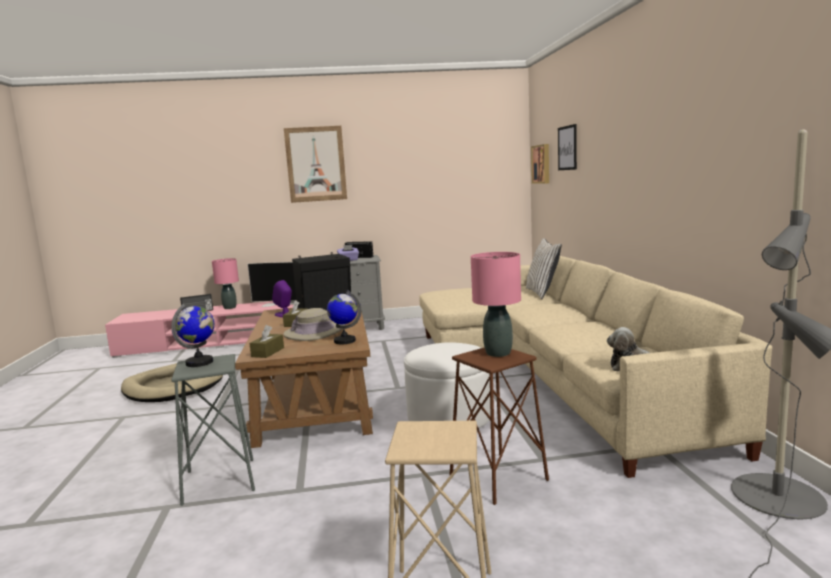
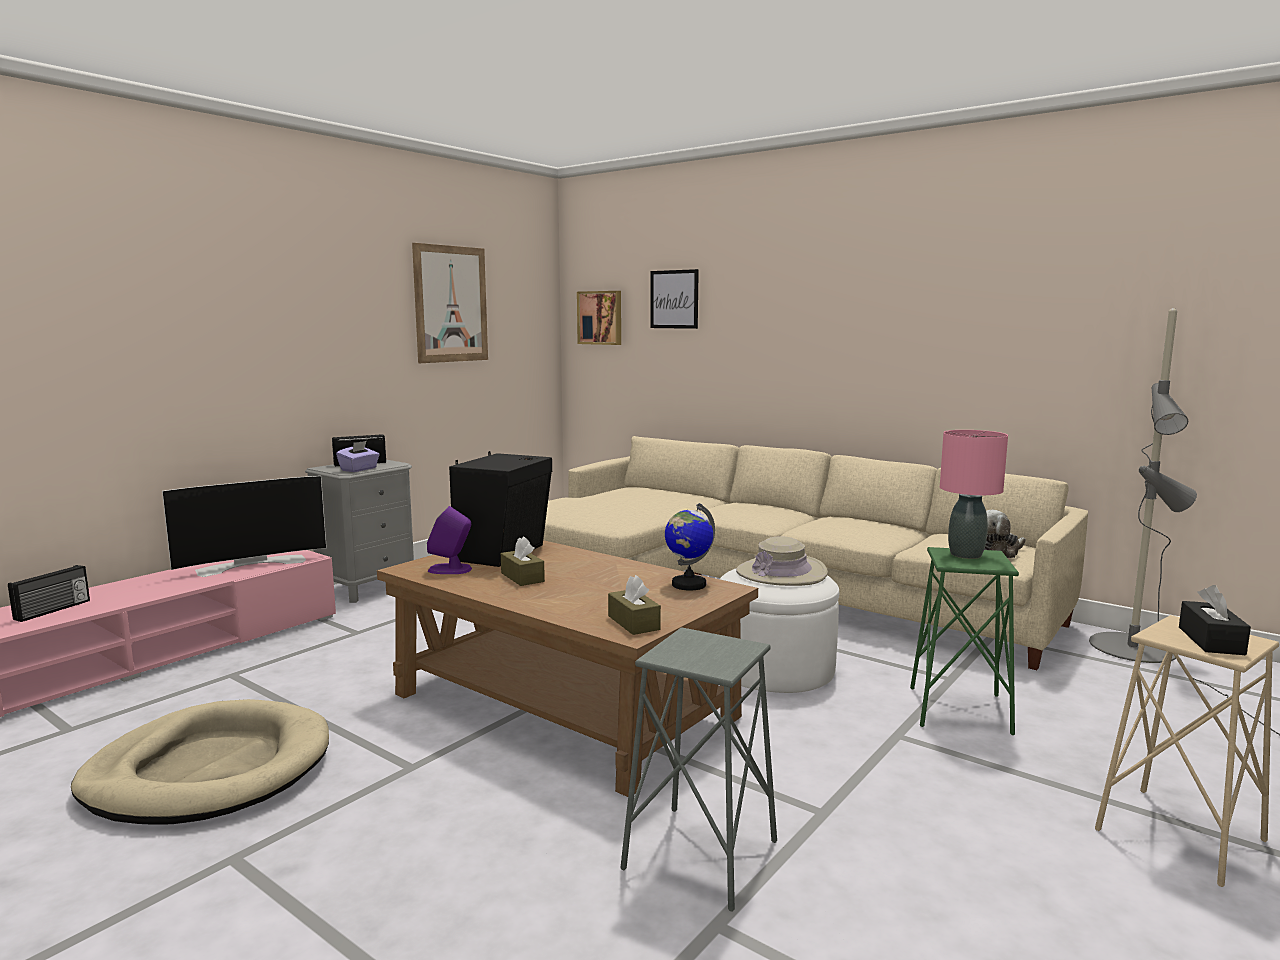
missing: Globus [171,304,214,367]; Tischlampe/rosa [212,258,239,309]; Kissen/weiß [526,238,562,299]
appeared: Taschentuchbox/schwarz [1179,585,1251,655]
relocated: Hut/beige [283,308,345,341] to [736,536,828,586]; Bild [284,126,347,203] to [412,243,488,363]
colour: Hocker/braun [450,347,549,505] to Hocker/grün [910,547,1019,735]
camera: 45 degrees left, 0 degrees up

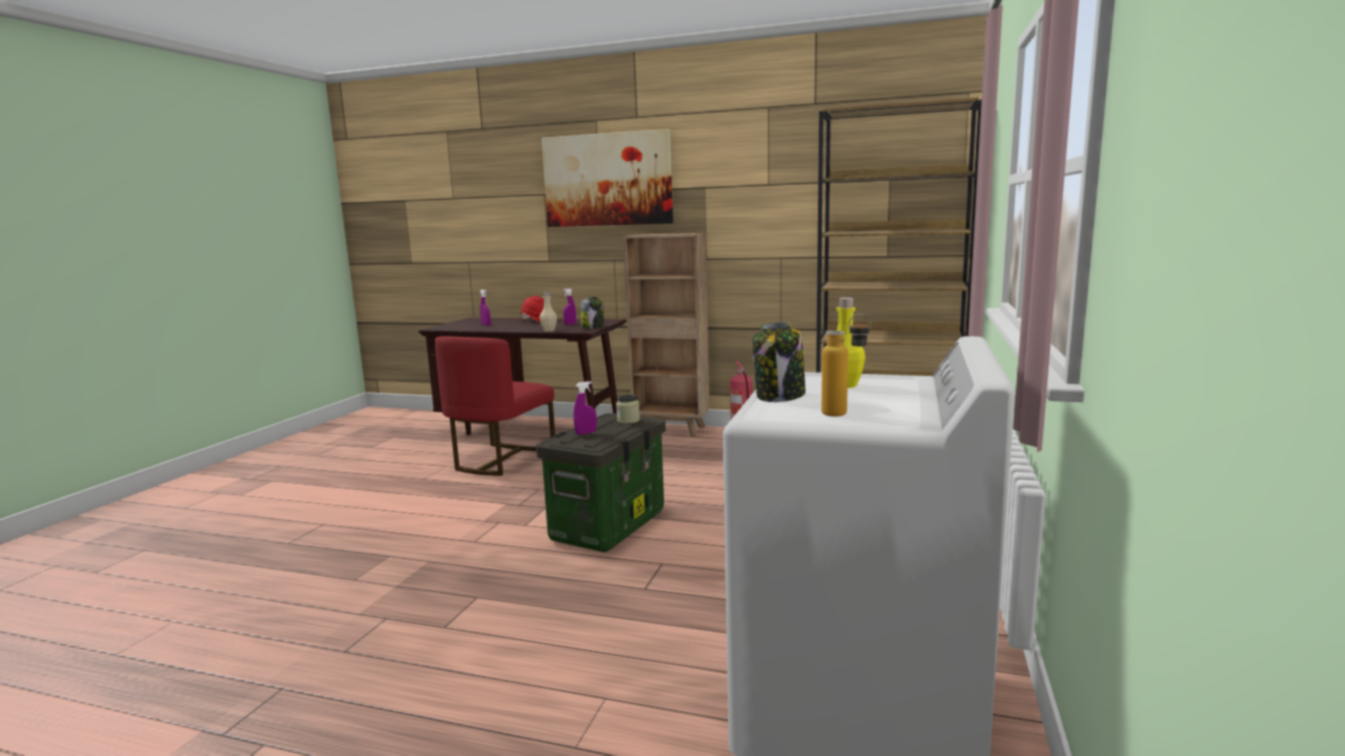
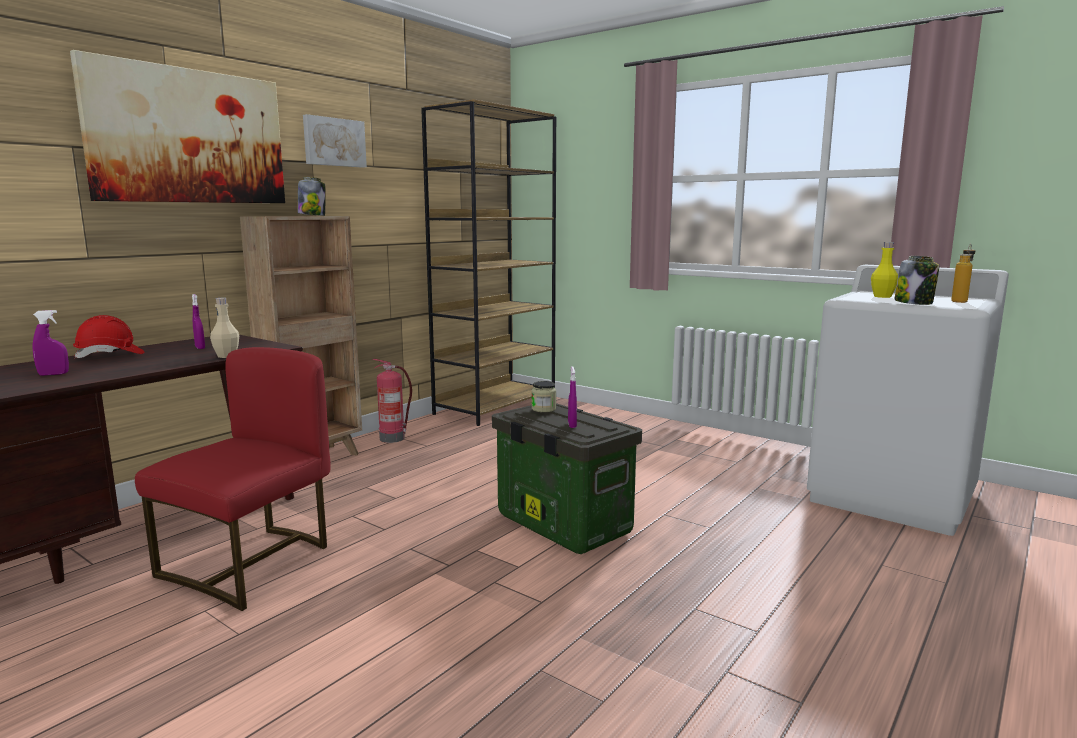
appeared: Bild [303,114,367,168]
relocated: Vorratsglas [581,297,604,329] to [298,177,326,216]
spun: Stuhl/rot [435,336,555,476] = [135,347,331,611] 105 degrees counterclockwise
camera: 70 degrees left, 0 degrees up

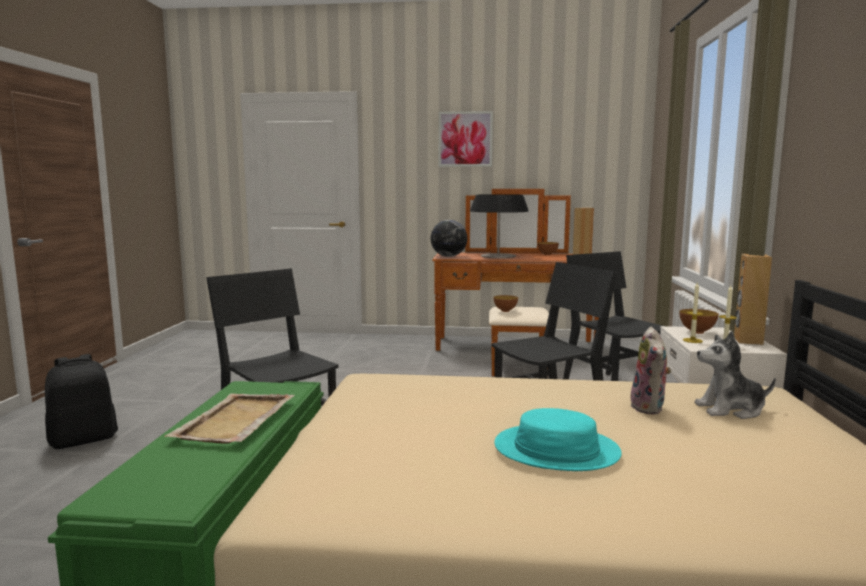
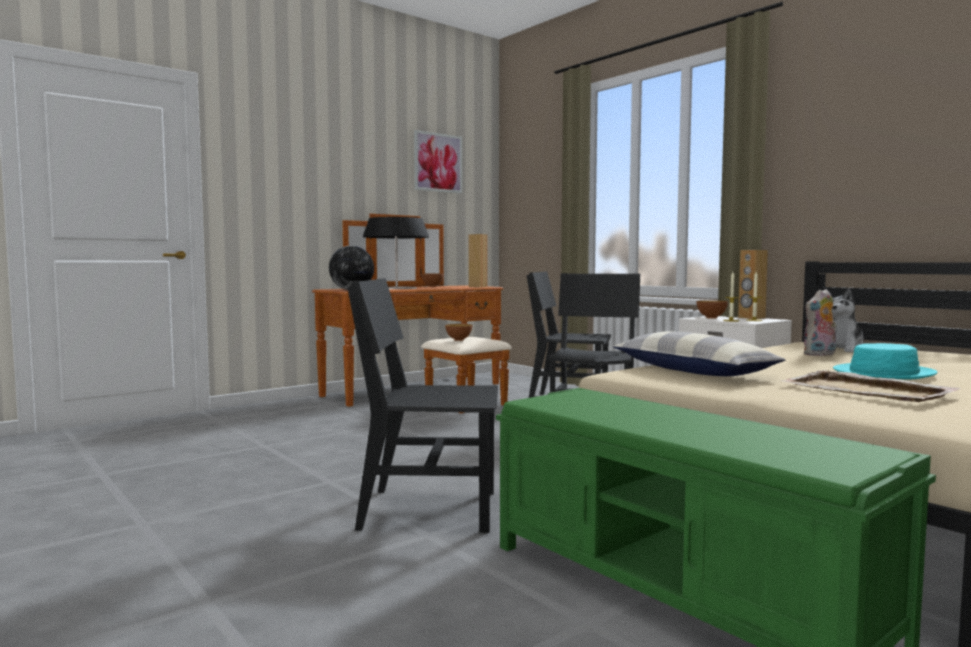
missing: Rucksack/schwarz [45,354,118,449]
appeared: Kissen [613,331,786,376]
relocated: Tablett/beige [164,393,295,444] to [780,370,961,402]; Bild [439,111,493,167] to [414,130,462,193]
spun: Plüschtier [631,327,671,414] = [804,289,837,356] 105 degrees clockwise
camera: 45 degrees left, 5 degrees down

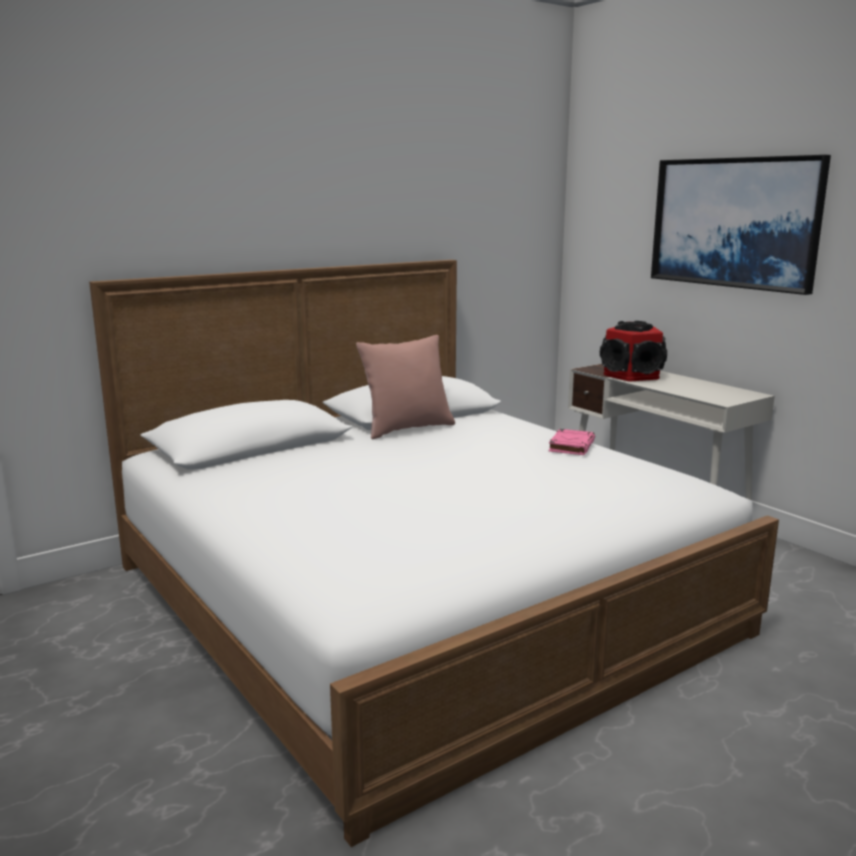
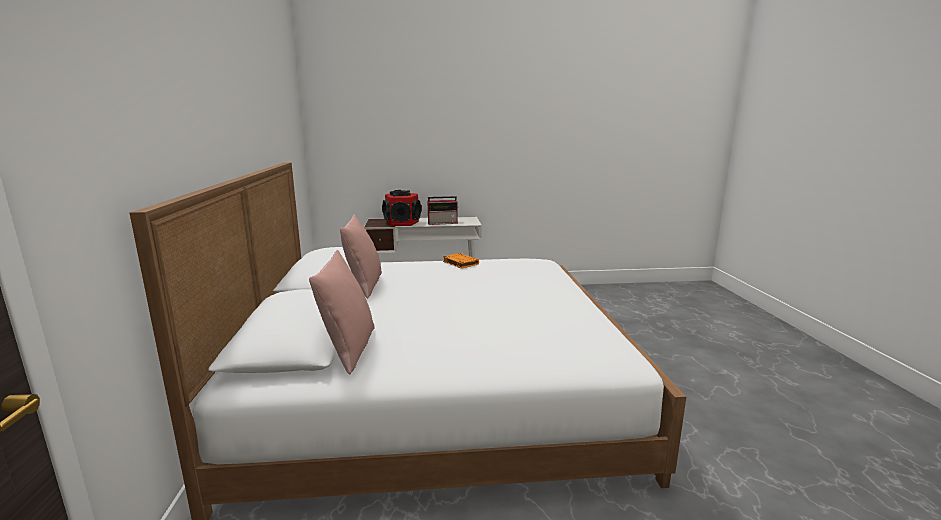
missing: Bild [651,155,831,295]
appeared: Kissen/rosa [309,250,375,374]; Radio [428,196,458,225]
colour: Buch/rosa [549,429,595,455] to Buch/orange [443,253,479,269]
camera: 60 degrees left, 0 degrees up

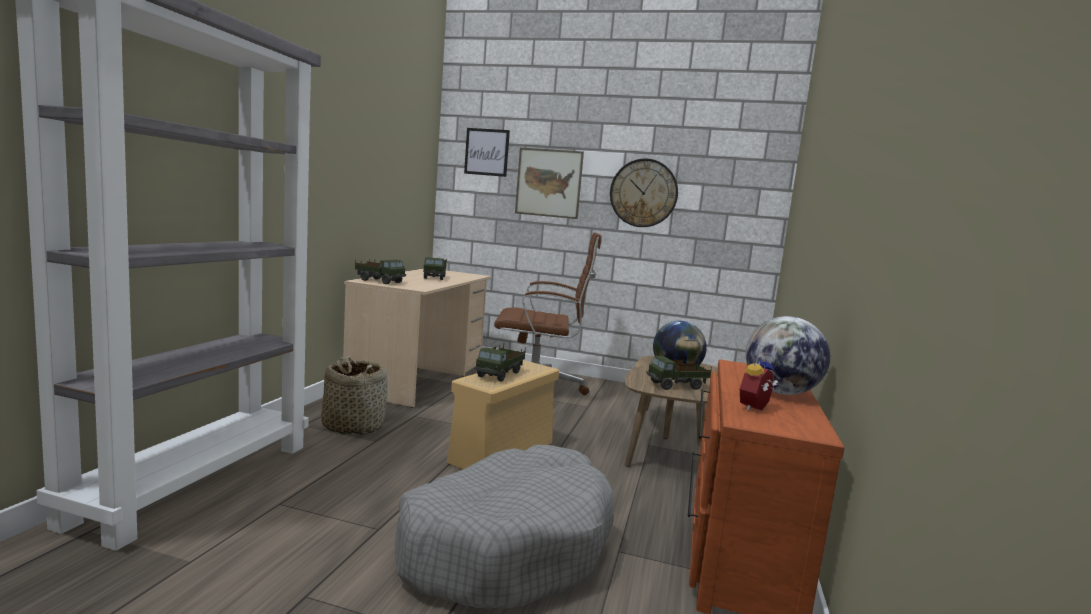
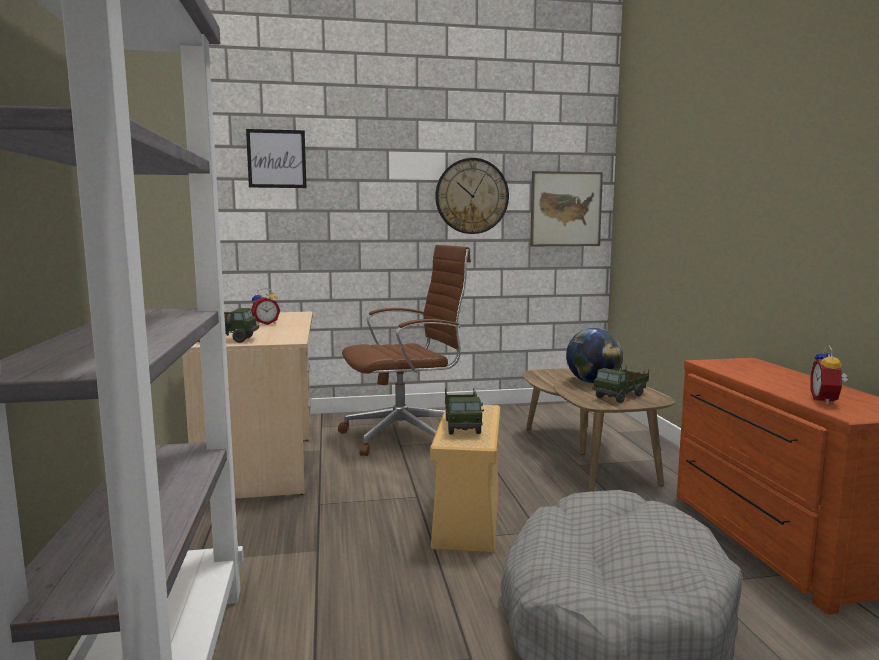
missing: Korb [321,355,388,435]; Globus [746,316,830,395]
relocated: Bild [515,148,584,219] to [530,171,603,246]
exchanged: Spielzeuglaster [423,257,447,280] to Wecker [251,288,280,325]
camera: 25 degrees left, 0 degrees up

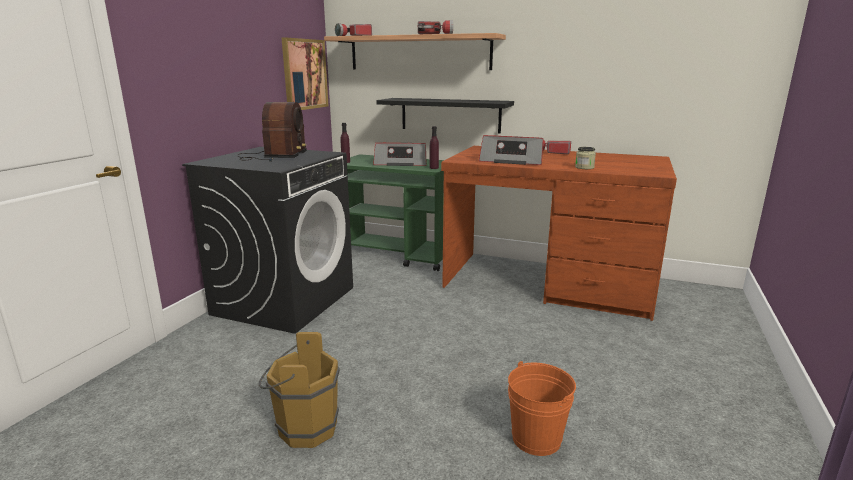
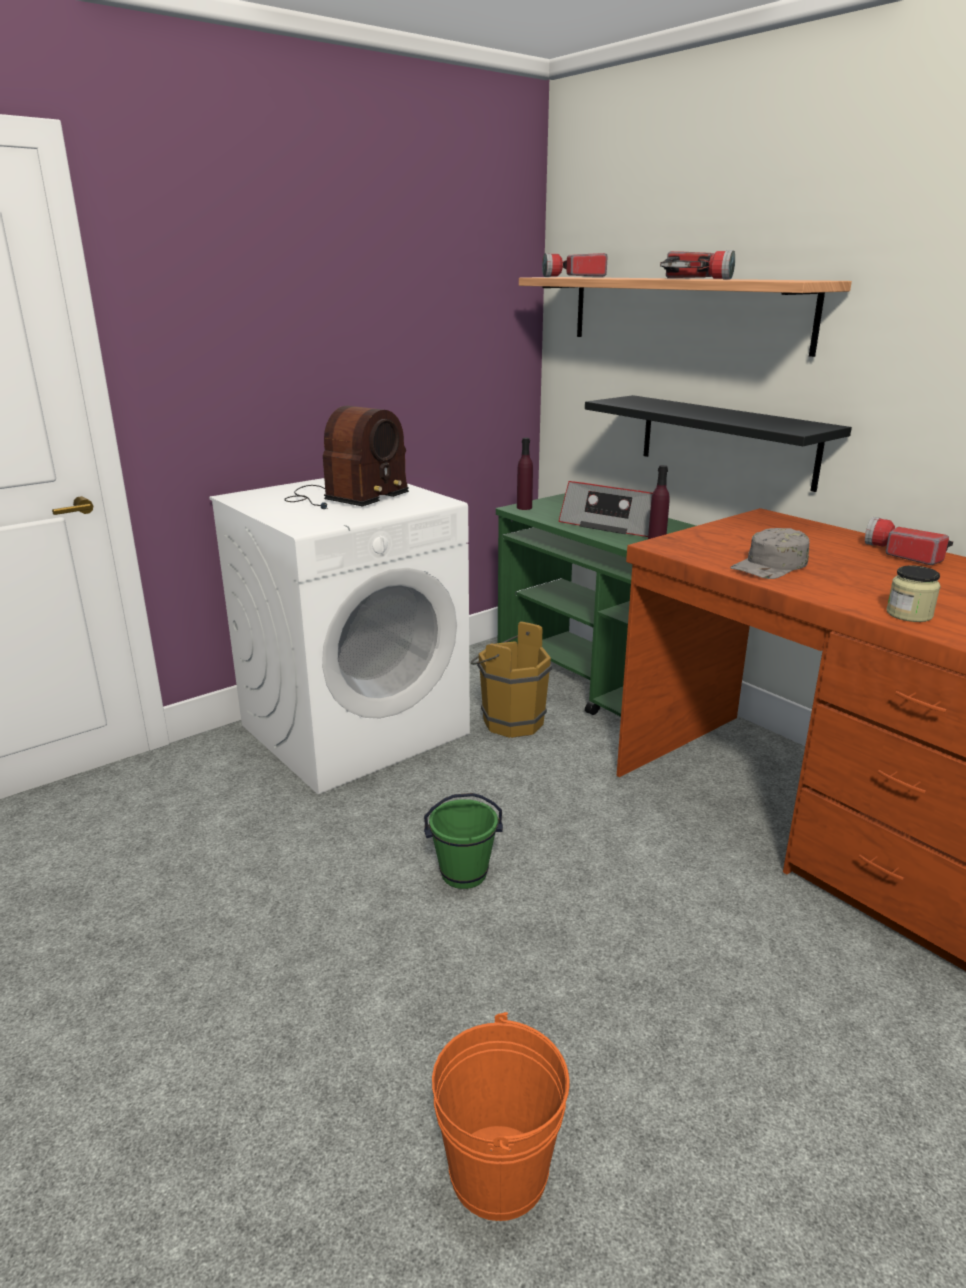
missing: Bild [282,38,329,110]
appeared: Eimer/grün [424,793,503,889]
relocated: Eimer/braun [259,332,340,448] to [471,621,552,738]
exchanged: Radio [479,135,543,165] to Kappe/grau [730,528,810,579]
colour: Waschmaschine/schwarz [182,147,353,334] to Waschmaschine/weiß [209,478,470,794]
camera: 30 degrees right, 5 degrees up

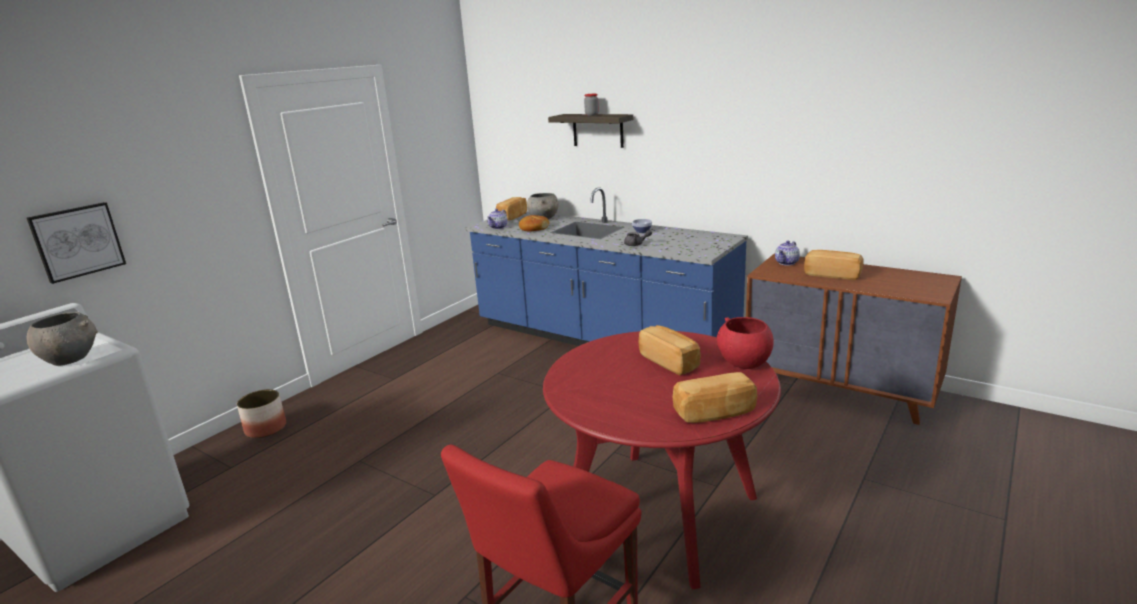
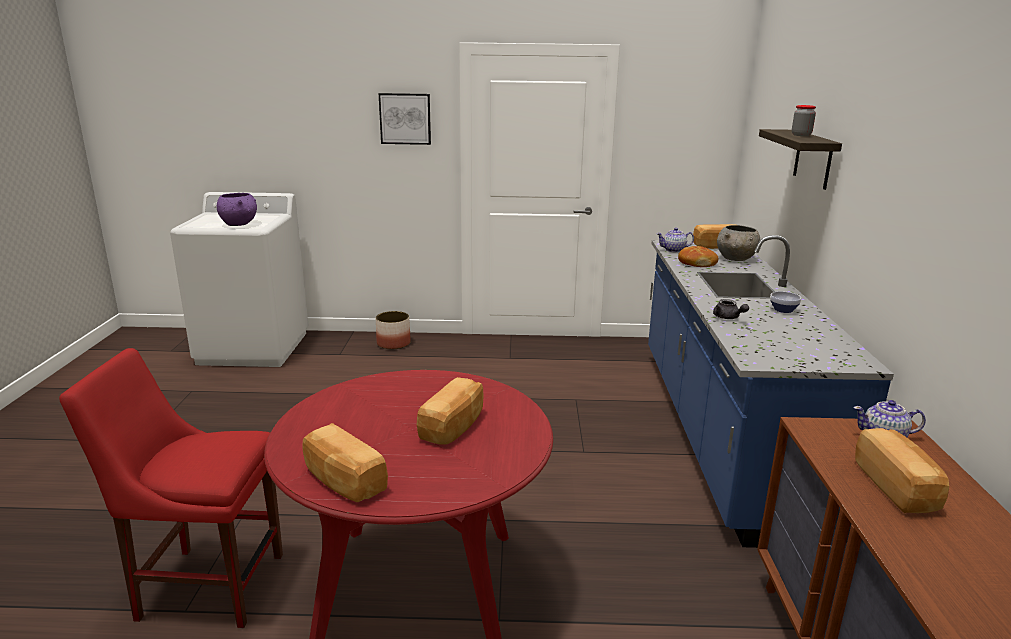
missing: Schüssel/rot [717,317,774,369]
relocated: Bild [26,202,126,284] to [379,93,431,145]
colour: Schüssel/grau [27,312,98,366] to Schüssel/lila [217,193,257,226]
camera: 55 degrees right, 0 degrees up

